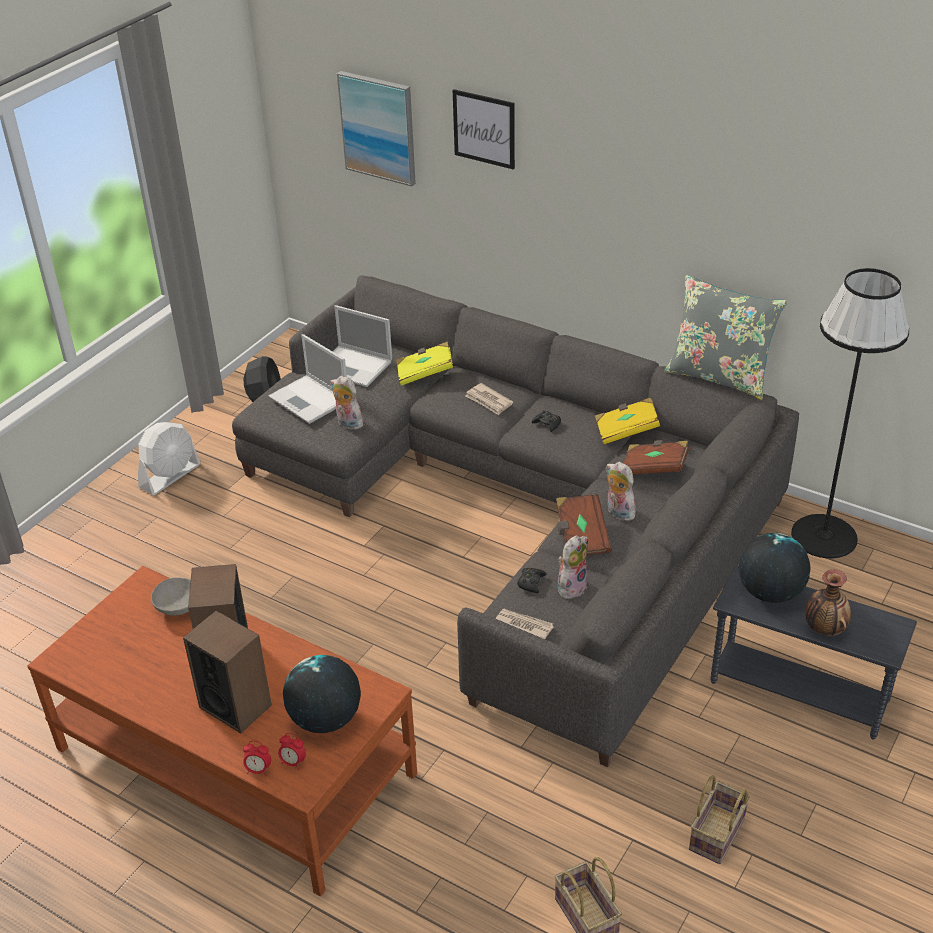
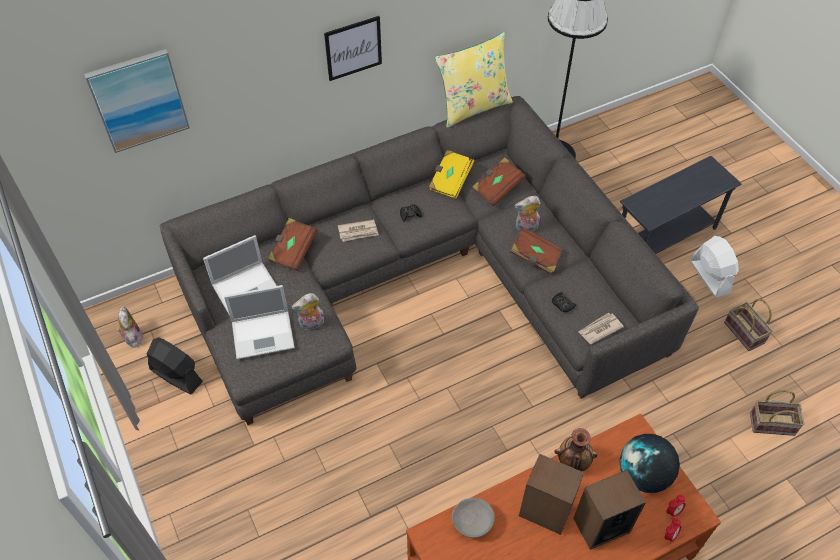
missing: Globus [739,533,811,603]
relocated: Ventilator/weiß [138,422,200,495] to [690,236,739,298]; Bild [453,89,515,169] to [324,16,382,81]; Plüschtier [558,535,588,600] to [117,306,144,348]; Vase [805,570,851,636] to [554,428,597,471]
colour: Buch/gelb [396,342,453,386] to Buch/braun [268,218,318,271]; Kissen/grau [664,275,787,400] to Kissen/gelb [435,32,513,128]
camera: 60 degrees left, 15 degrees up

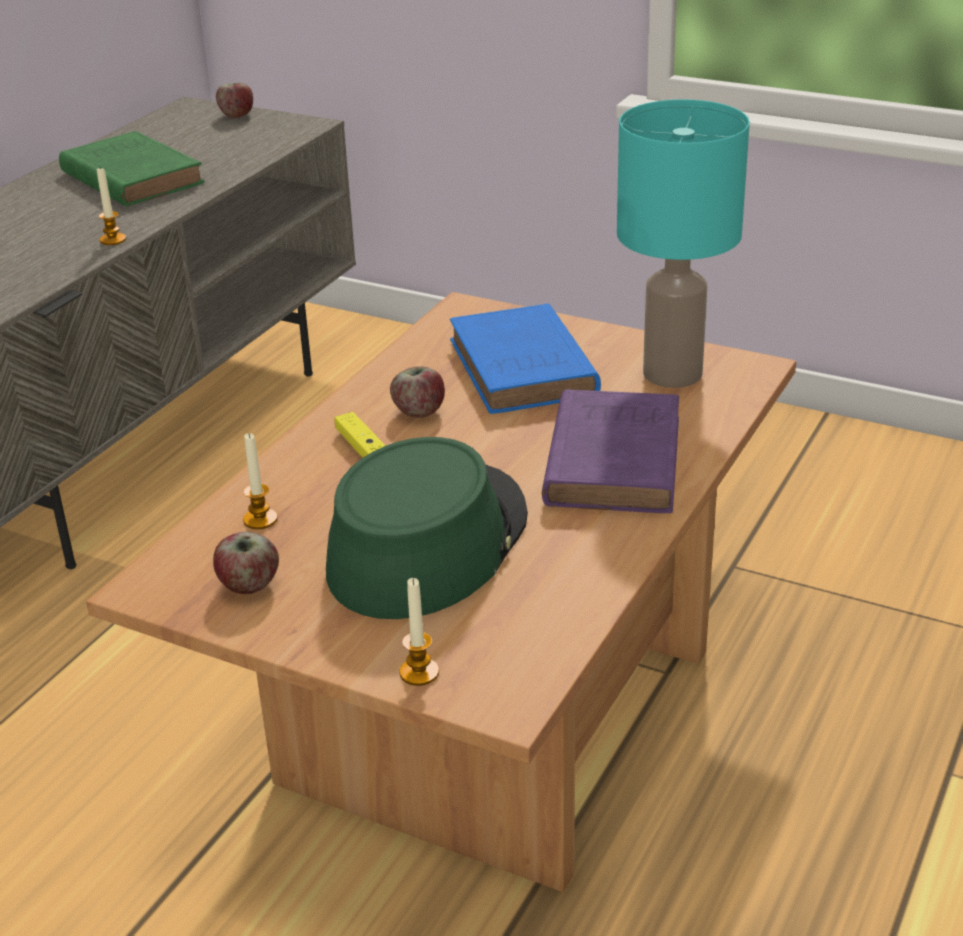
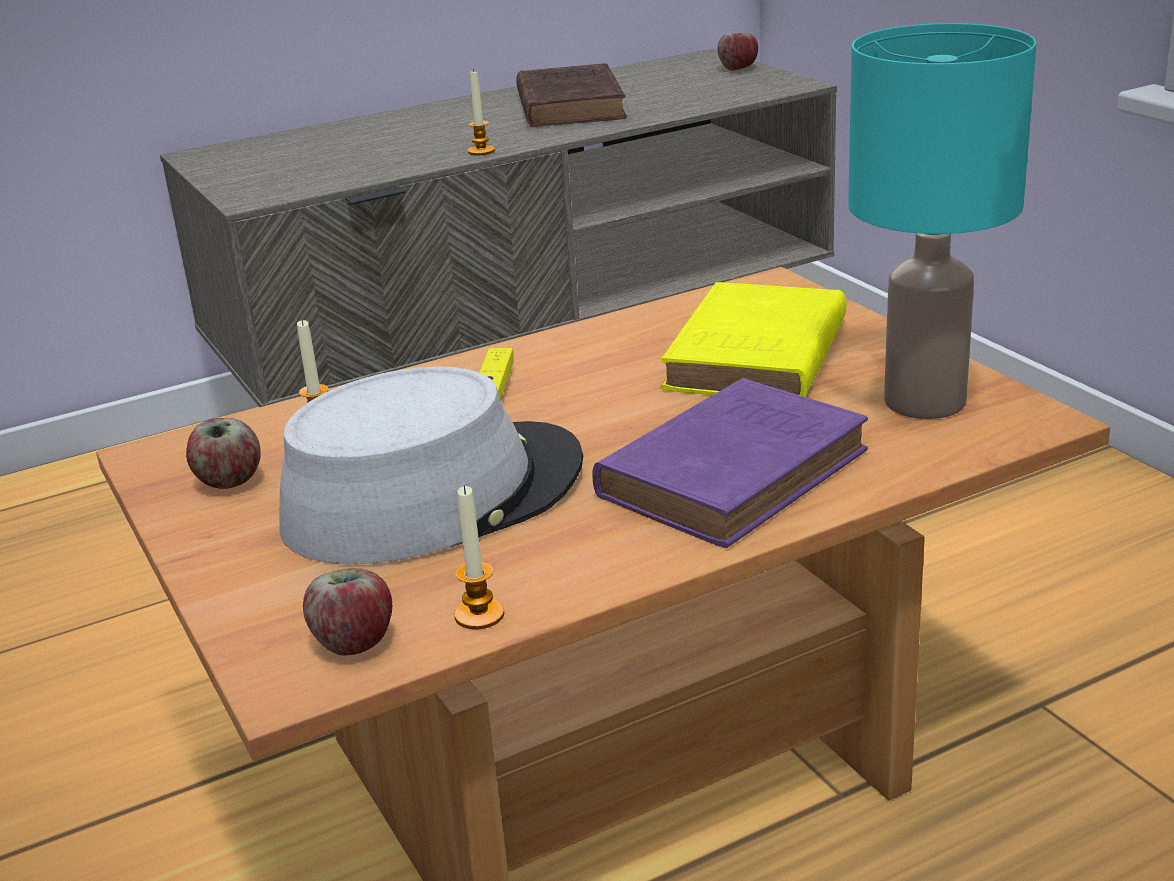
relocated: Apfel [390,367,445,418] to [303,568,392,656]; Kerze [399,578,439,686] to [454,485,505,630]
colour: Buch/grün [59,131,205,207] to Buch/braun [516,63,627,127]; Hut/grün [326,437,528,619] to Hut/grau [279,366,583,564]; Buch/blau [450,303,601,414] to Buch/gelb [661,282,846,397]
camera: 35 degrees right, 5 degrees down

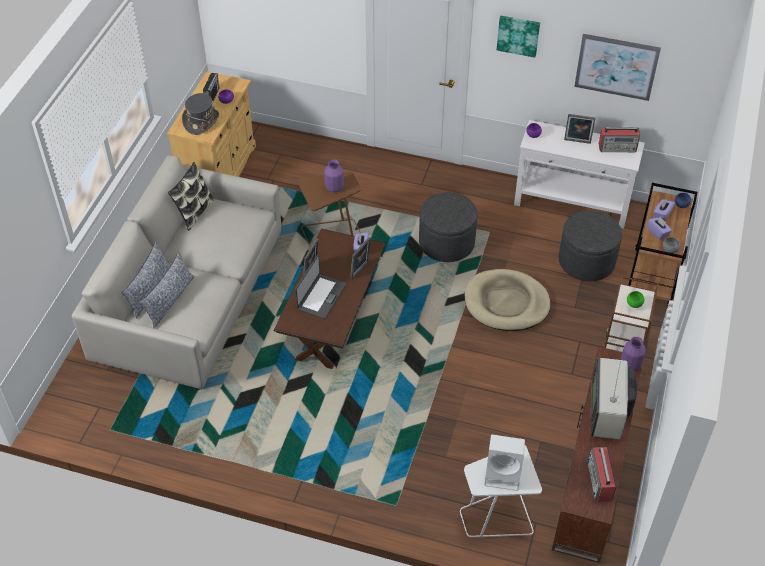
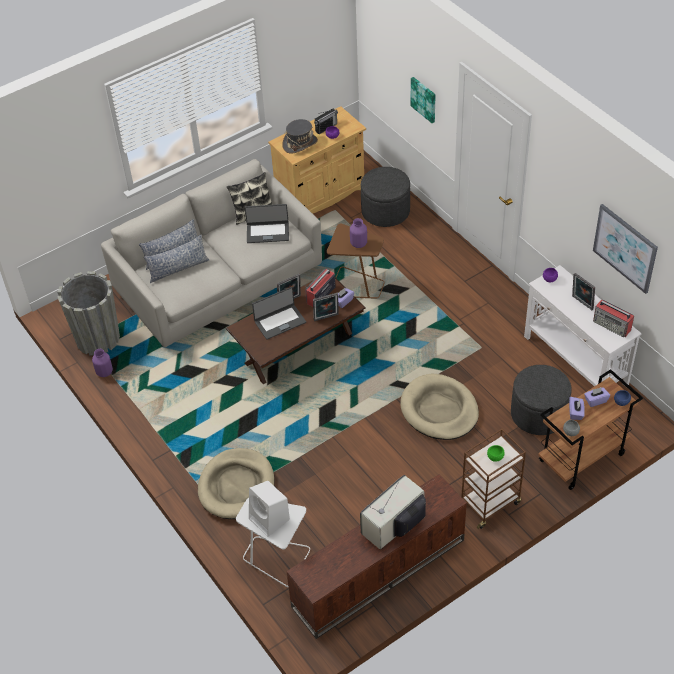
appeared: Pflanzkübel/grau [57,271,120,356]; Hundebett/beige [198,448,275,519]; Laptop [245,204,289,243]
relocated: Polsterhocker/grau [419,192,478,262] to [361,167,410,227]; Bild [497,15,540,58] to [411,77,435,123]; Radio [587,447,616,502] to [305,269,336,307]; Vase/lila [621,337,646,371] to [92,349,113,377]
camera: 40 degrees right, 0 degrees up

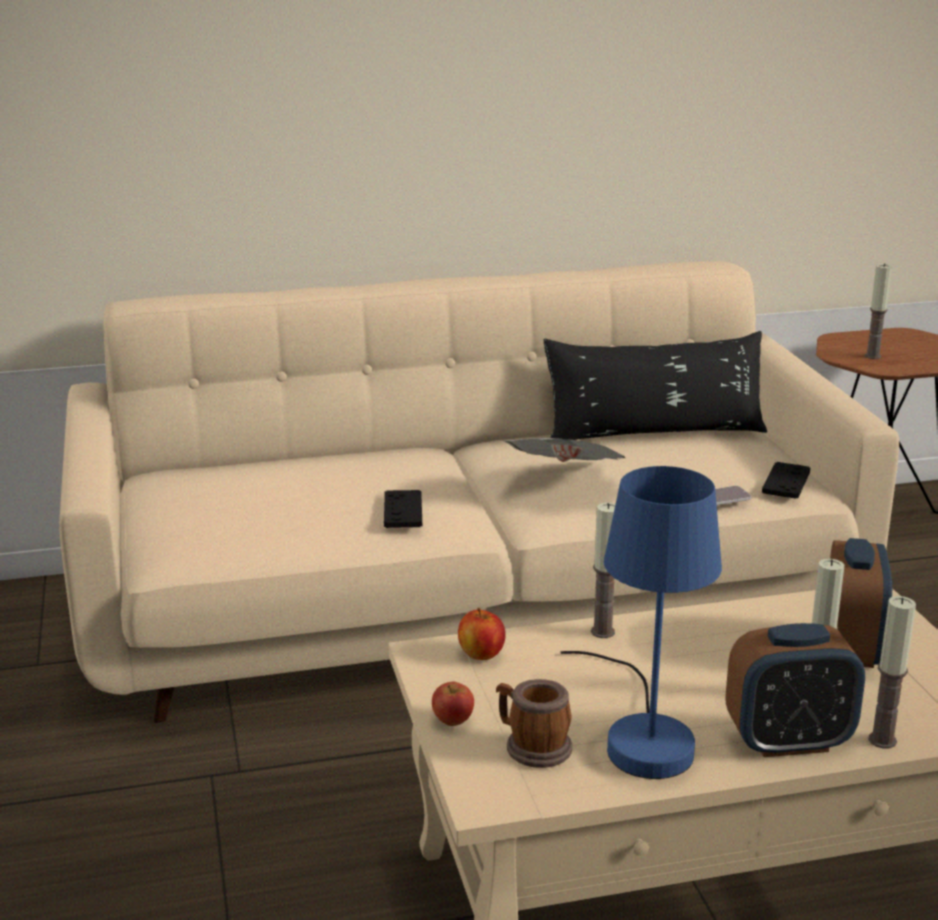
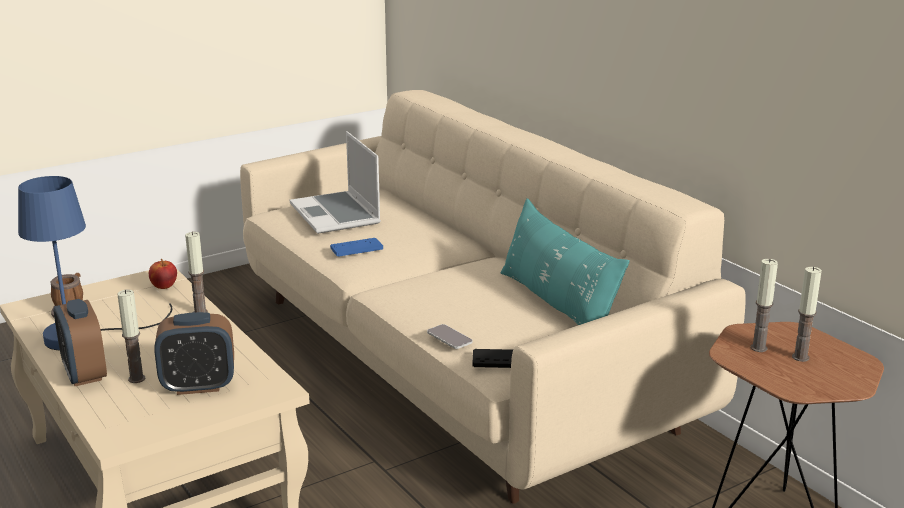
missing: Apfel [432,682,474,726]; Zeitung [501,438,625,462]
appeared: Laptop [290,131,381,234]
relocated: Kerze [868,596,916,749] to [792,267,822,362]
colour: Gamepad/schwarz [384,490,422,528] to Gamepad/blau [330,238,383,257]; Kissen/schwarz [544,331,767,440] to Kissen/türkis [500,198,630,325]
camera: 70 degrees right, 0 degrees up

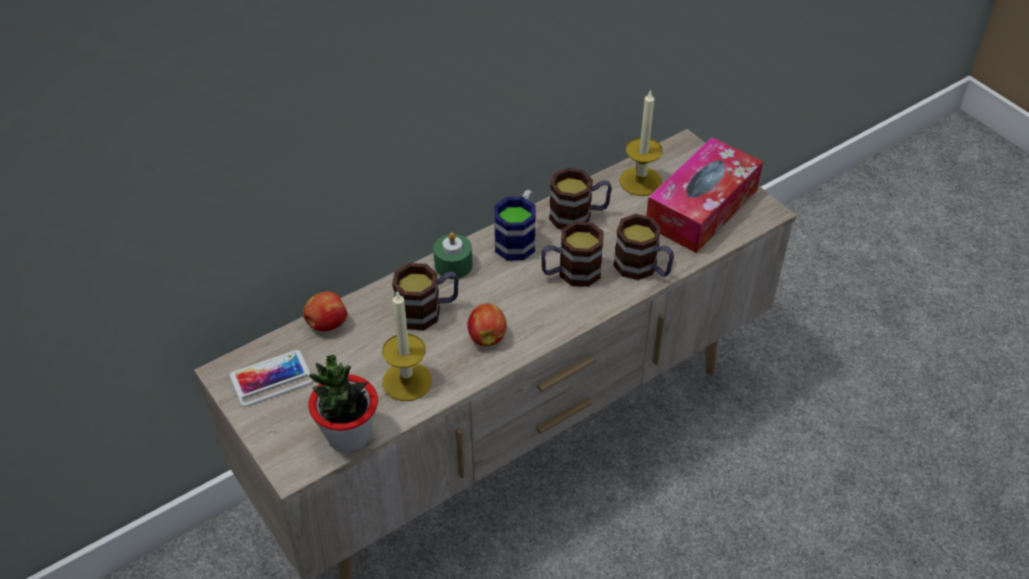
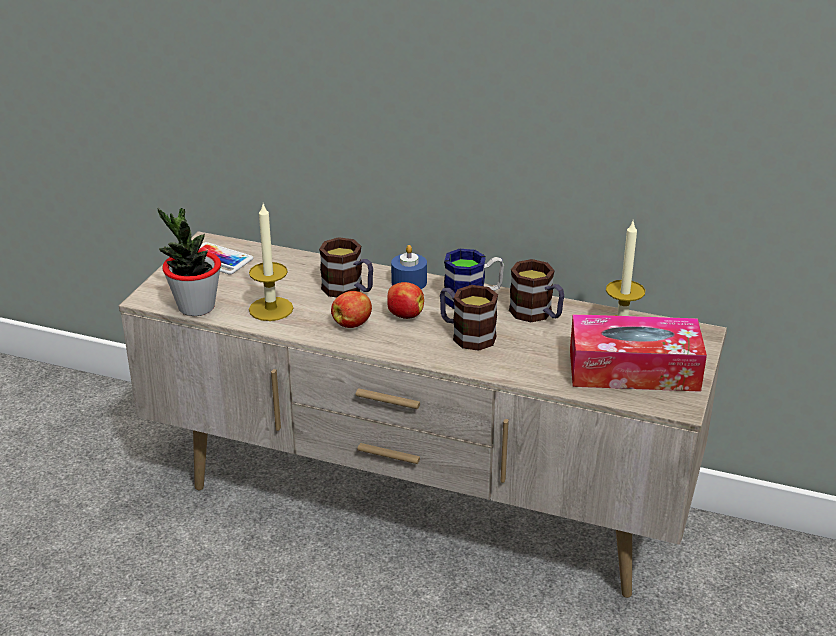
missing: Henkelbecher [613,214,674,280]
relocated: Apfel [303,291,347,331] to [387,282,424,319]
colour: Kerze/grün [433,232,473,279] to Kerze/blau [391,245,427,289]
camera: 55 degrees right, 15 degrees down

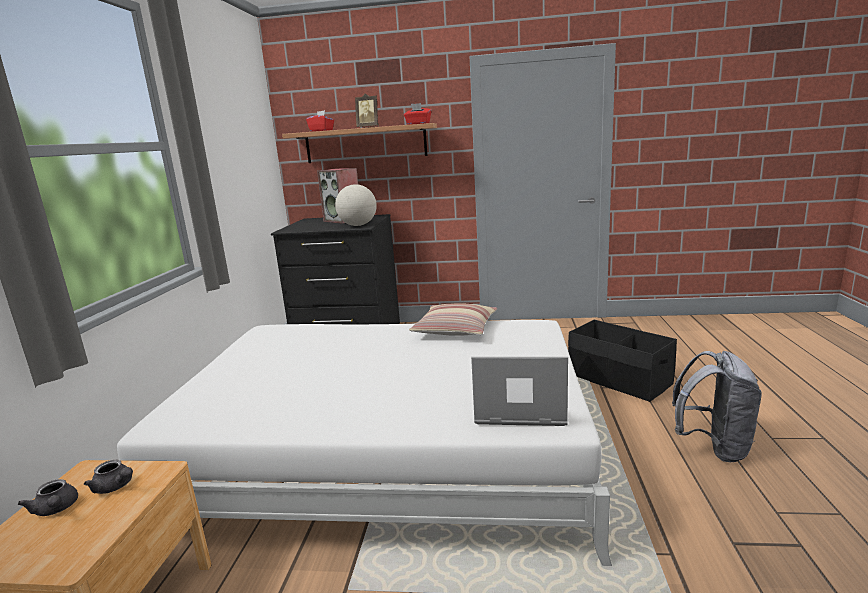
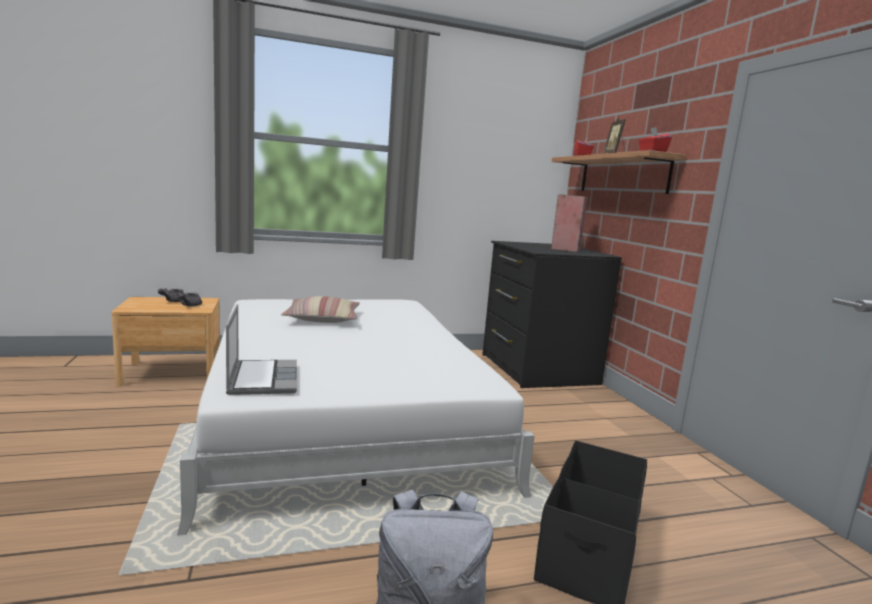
missing: Globus [335,184,377,226]
relocated: Kissen [409,303,497,336] to [281,296,360,323]
camera: 65 degrees right, 5 degrees down

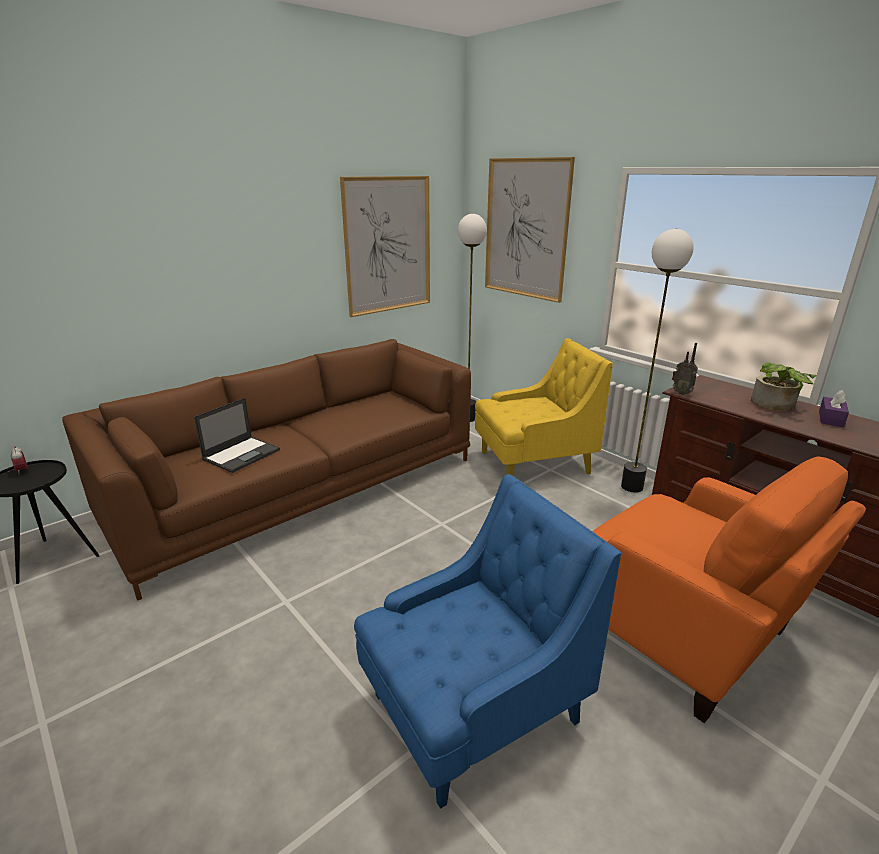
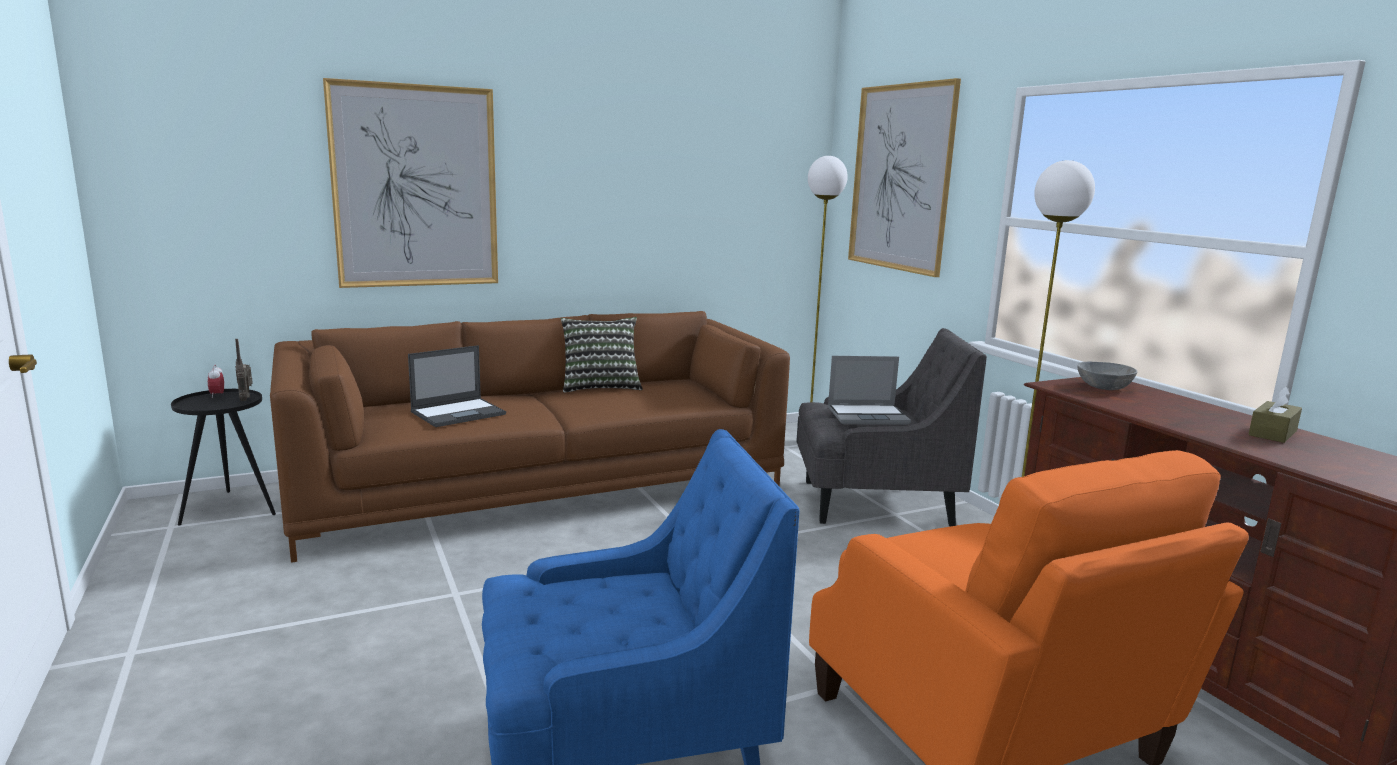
missing: Topfpflanze [751,362,817,411]
appeared: Kissen [561,317,643,393]; Laptop [828,356,911,425]; Schüssel/grau [1077,362,1137,390]
relocated: Bild [340,176,430,317] to [323,78,498,288]; Radio [672,343,698,395] to [235,339,253,401]
colour: Sessel/gelb [475,338,613,475] to Sessel/grau [798,328,987,527]; Taschentuchbox/lila [819,390,849,427] to Taschentuchbox/braun [1248,386,1302,443]
camera: 15 degrees right, 10 degrees down

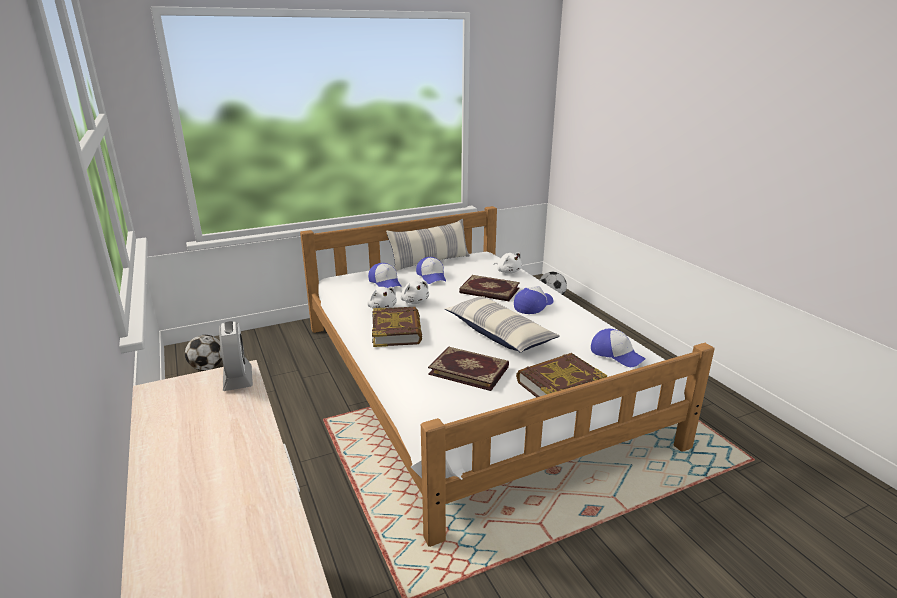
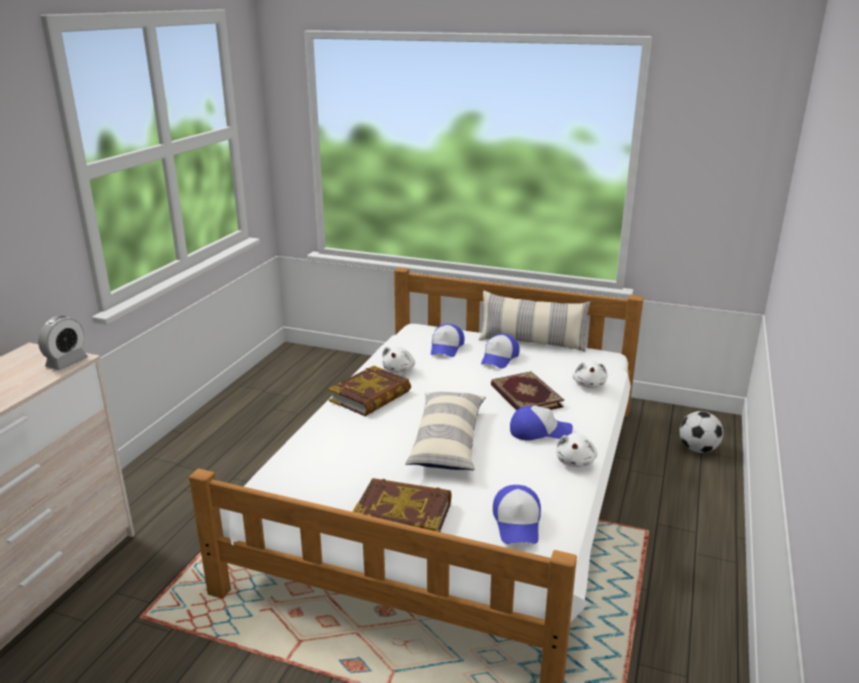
missing: Fußball [185,335,222,371]; Buch [428,347,509,391]
relocated: Plüschtier/weiß [400,281,429,304] to [556,433,598,467]
camera: 45 degrees right, 0 degrees up

